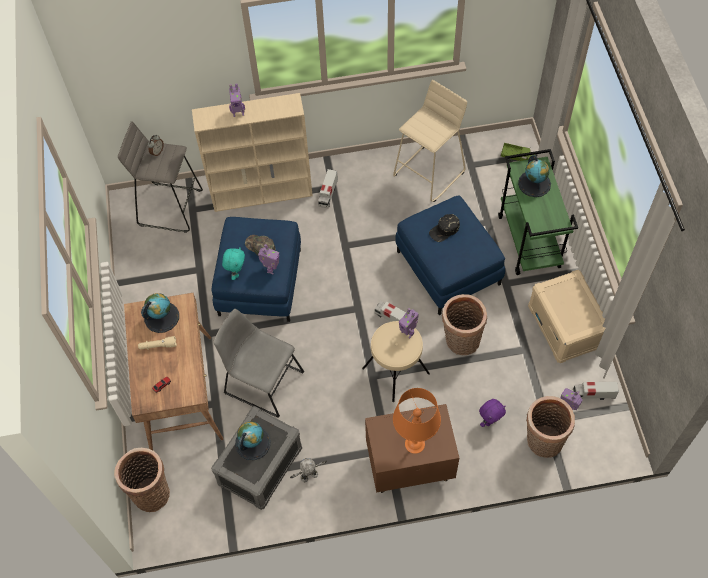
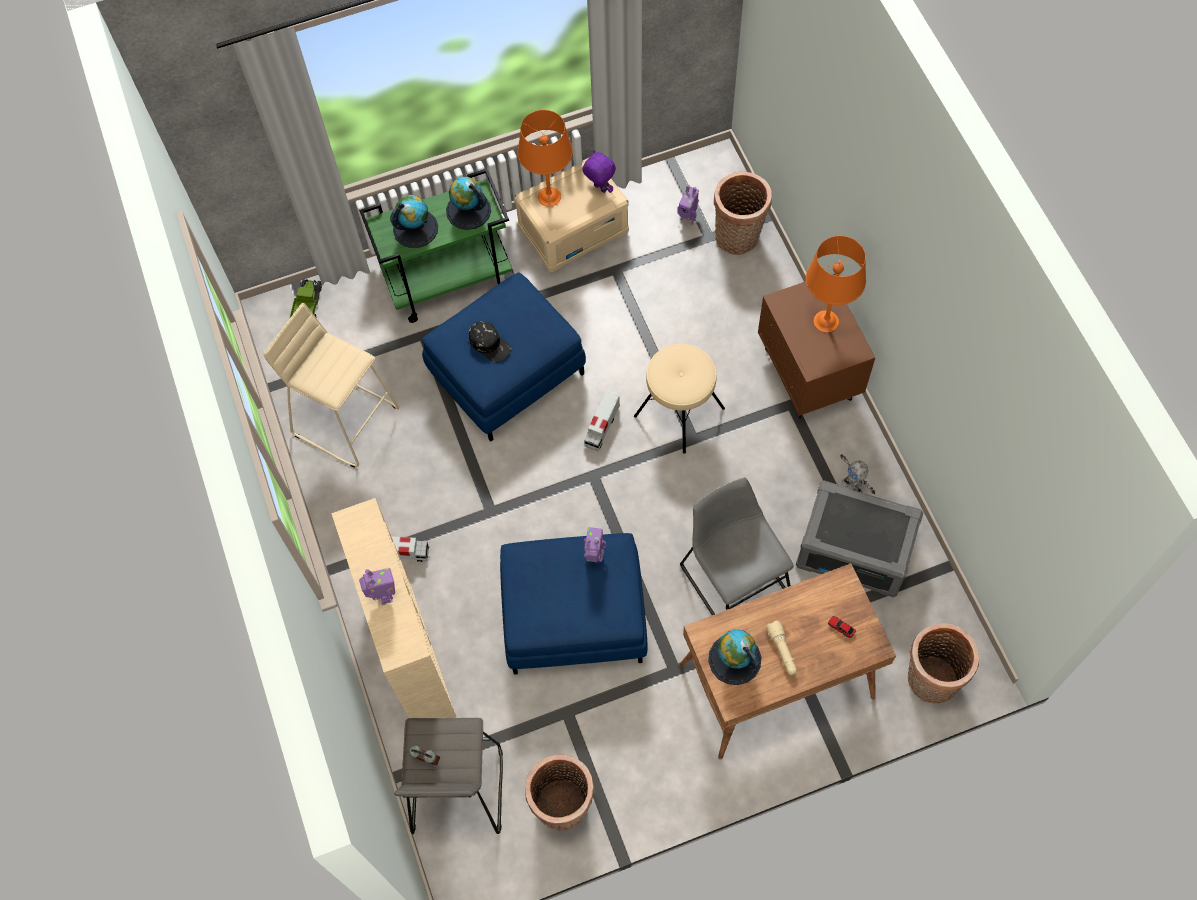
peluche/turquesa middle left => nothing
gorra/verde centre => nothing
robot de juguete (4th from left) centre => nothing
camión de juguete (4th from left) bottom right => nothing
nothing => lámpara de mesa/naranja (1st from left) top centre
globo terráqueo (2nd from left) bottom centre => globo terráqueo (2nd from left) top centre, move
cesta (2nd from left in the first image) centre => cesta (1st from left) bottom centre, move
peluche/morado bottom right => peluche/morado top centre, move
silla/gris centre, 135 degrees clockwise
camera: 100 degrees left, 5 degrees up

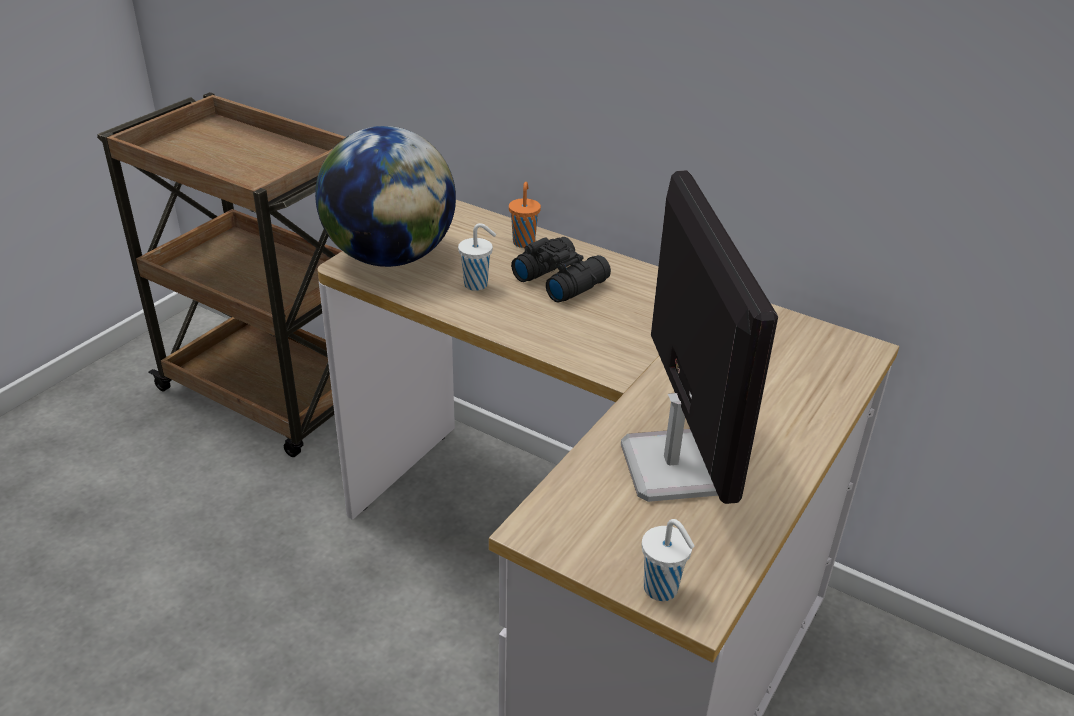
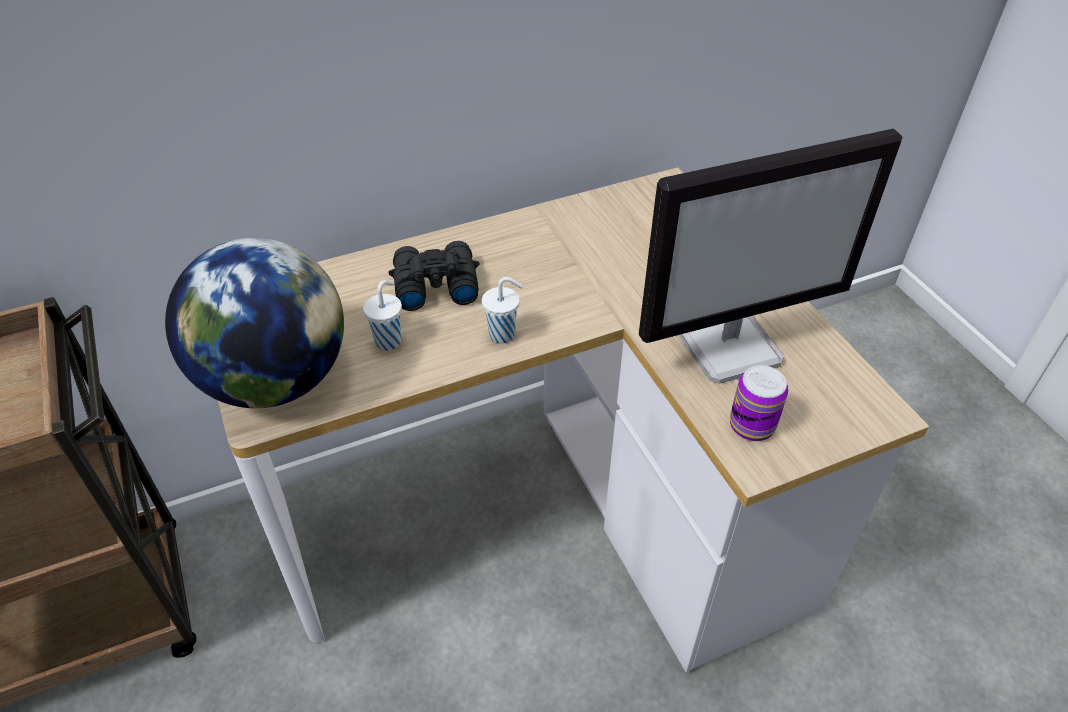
taza/naranja top centre => nothing
nothing => lata middle right
taza/blanco (2nd from left) bottom centre => taza/blanco (2nd from left) centre, move
monitor centre => monitor middle right, 135 degrees clockwise
camera: 55 degrees left, 10 degrees up

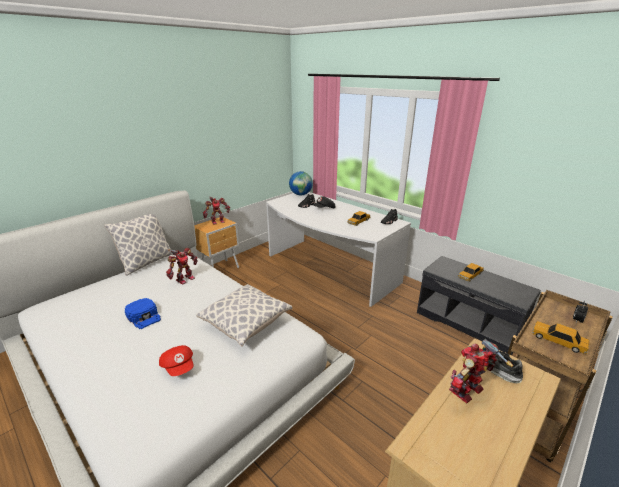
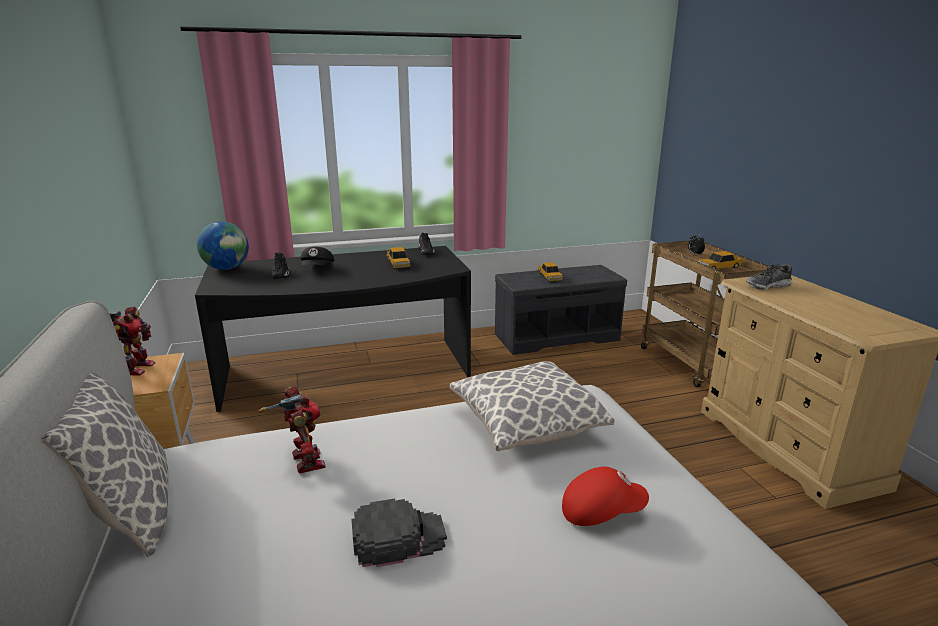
robot de juguete (3rd from left) bottom right => nothing
gorra/azul middle left => gorra/negro (2nd from left) bottom centre
escritorio/blanco centre => escritorio/negro centre
camera: 60 degrees left, 5 degrees down

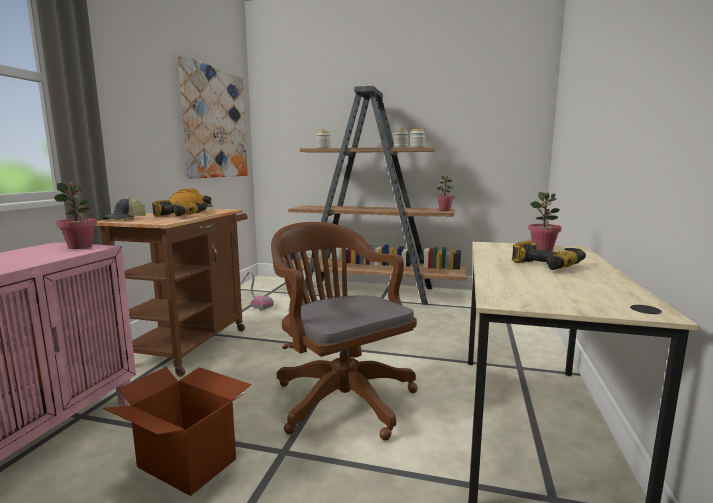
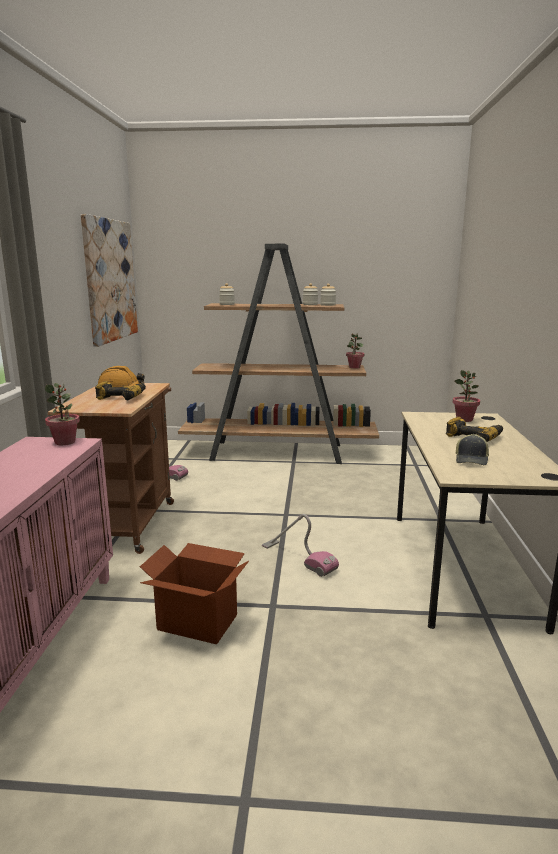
gorra middle left => gorra middle right, move
silla de oficina/marrón centre => aspiradora (2nd from left) centre
camera: 10 degrees left, 5 degrees up

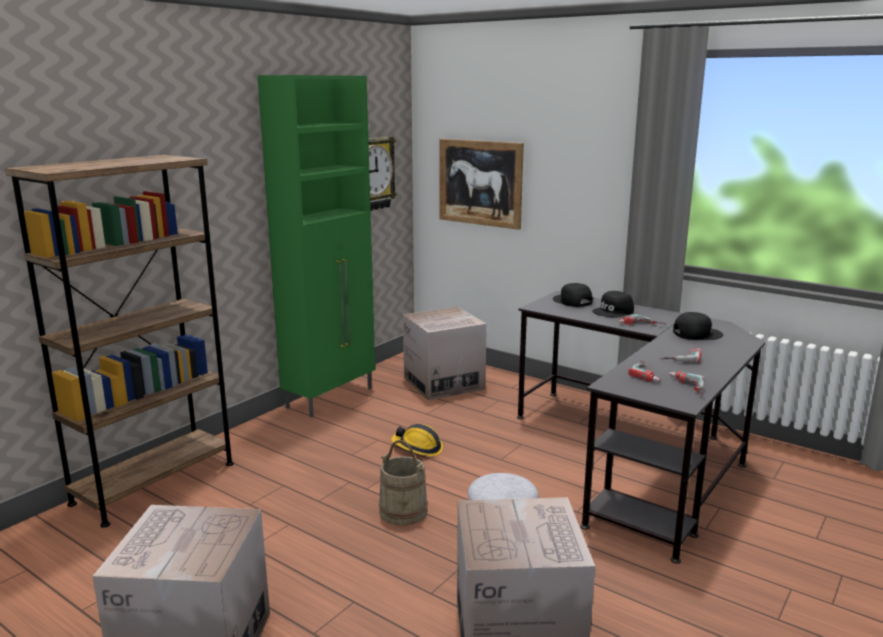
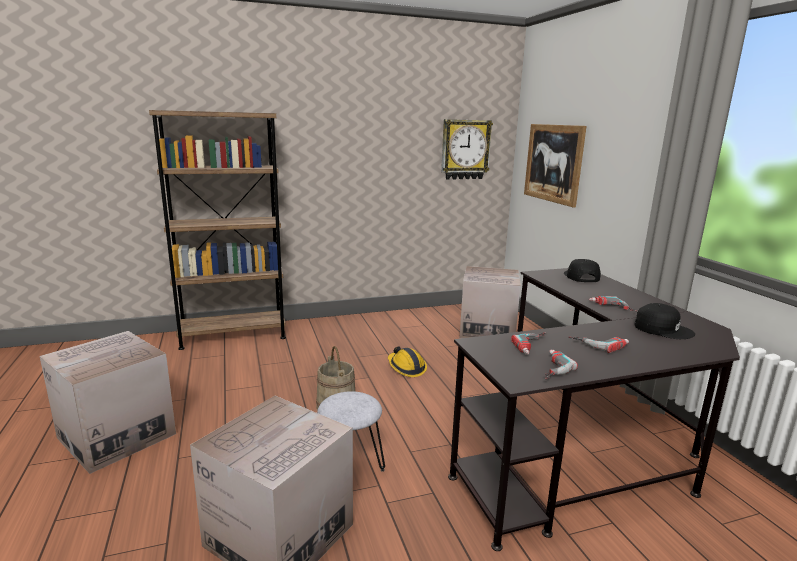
armario/verde centre => nothing
gorra/negro (2nd from left) middle right => nothing
camera: 35 degrees right, 0 degrees up

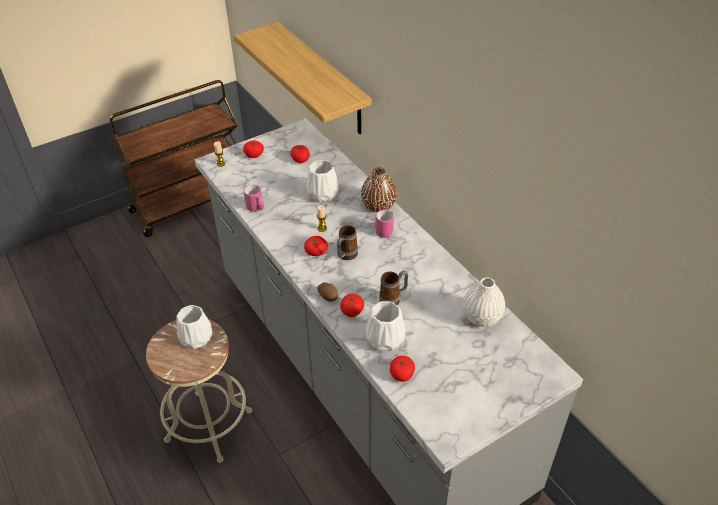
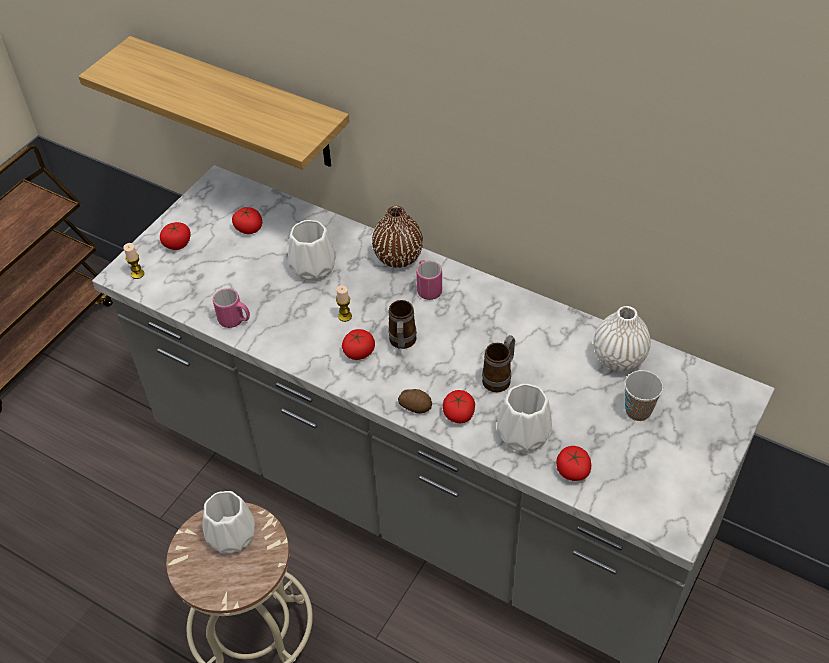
nothing => taza middle right
camera: 25 degrees left, 5 degrees up

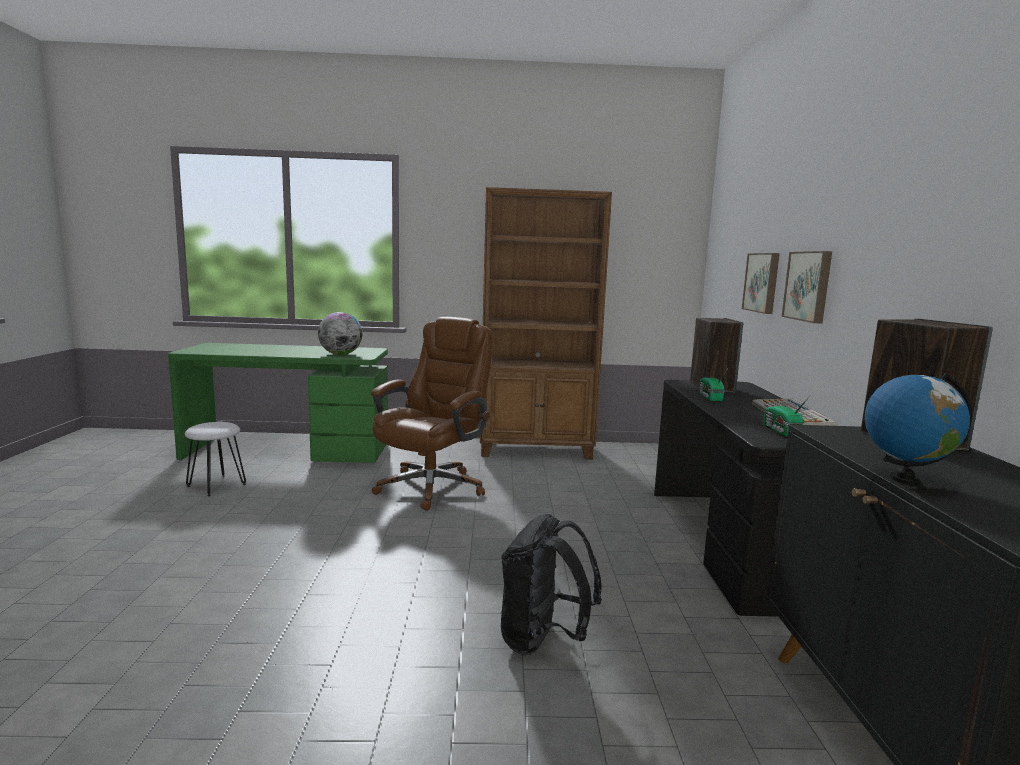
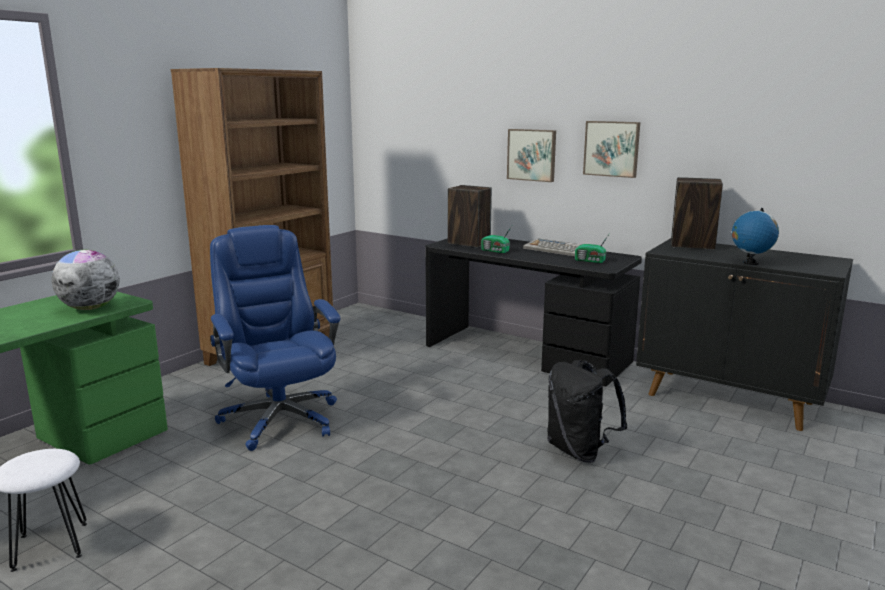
cuadro (1st from left in the first image) middle right => cuadro (2nd from left) top right, move
silla de oficina/marrón centre => silla de oficina/azul middle left
camera: 55 degrees left, 5 degrees up

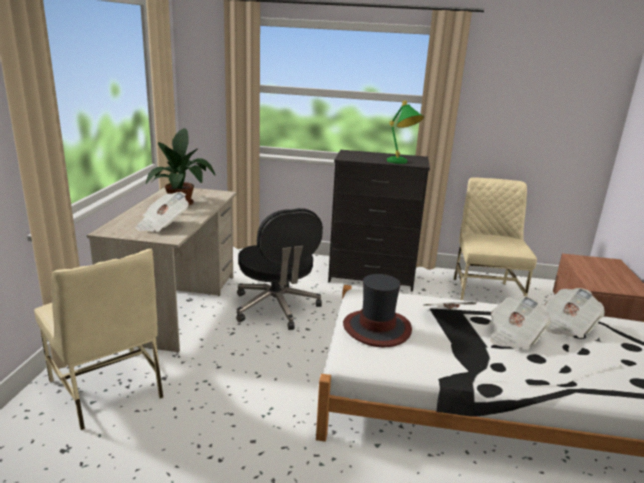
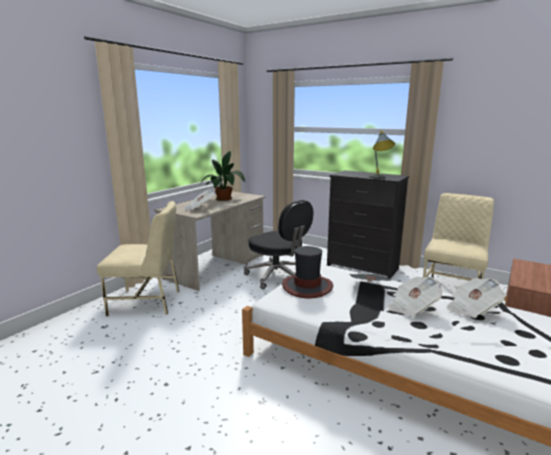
lámpara de mesa/verde top centre => lámpara de mesa/gris middle right
silla/beis (1st from left) bottom left => silla/beis (1st from left) middle left, 75 degrees counterclockwise
silla de oficina/negro centre, 45 degrees counterclockwise
camera: 25 degrees right, 5 degrees down

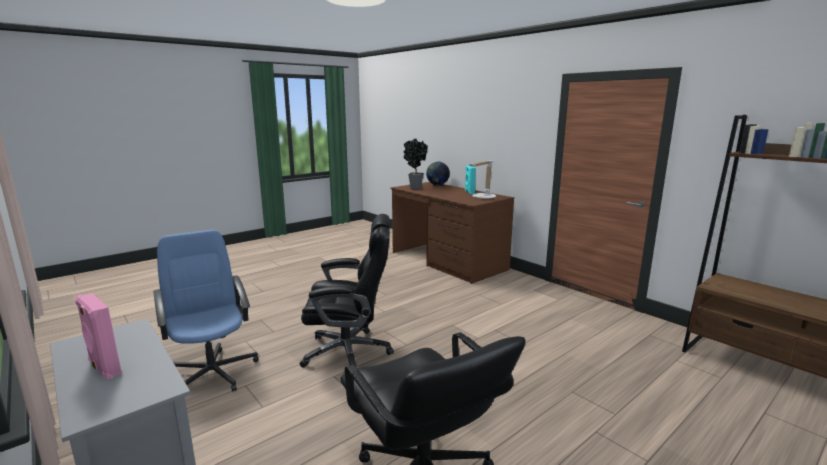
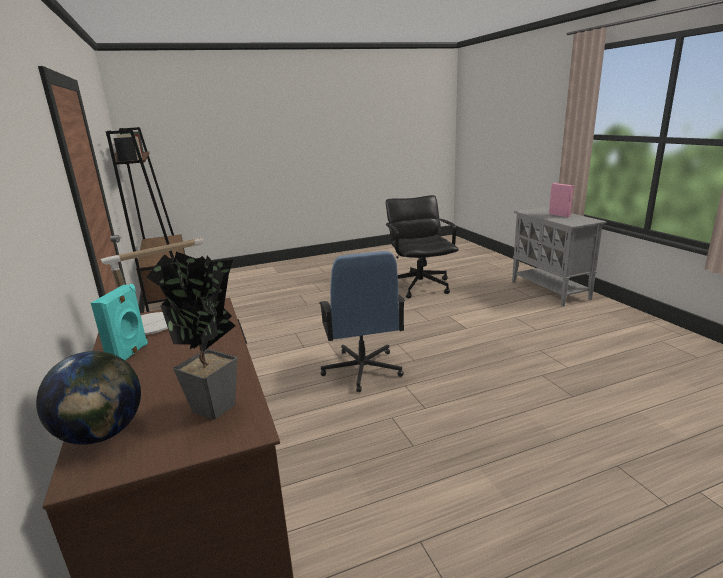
silla de oficina/negro (1st from left) centre => nothing
silla de oficina/azul bottom left => silla de oficina/azul centre, move
camera: 160 degrees left, 5 degrees up

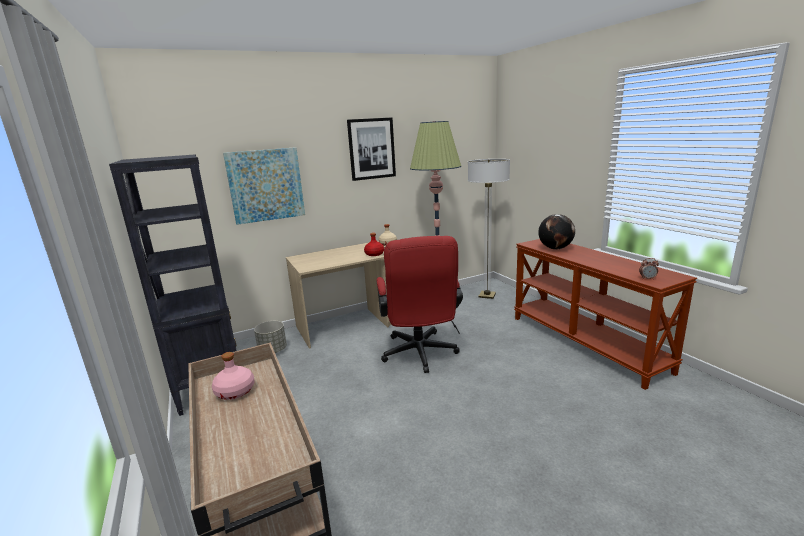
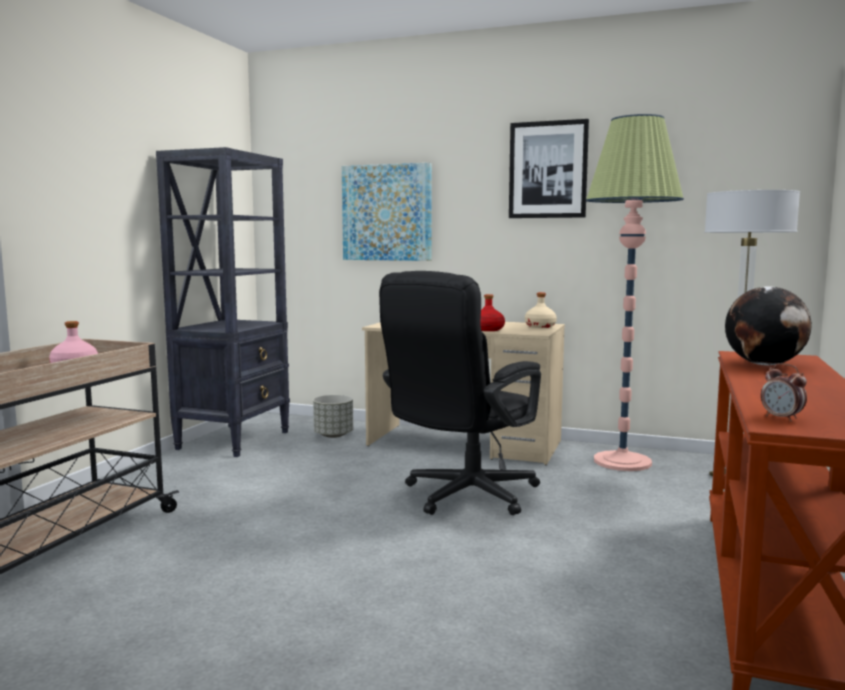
silla de oficina/rojo centre => silla de oficina/negro centre
camera: 45 degrees right, 10 degrees down

